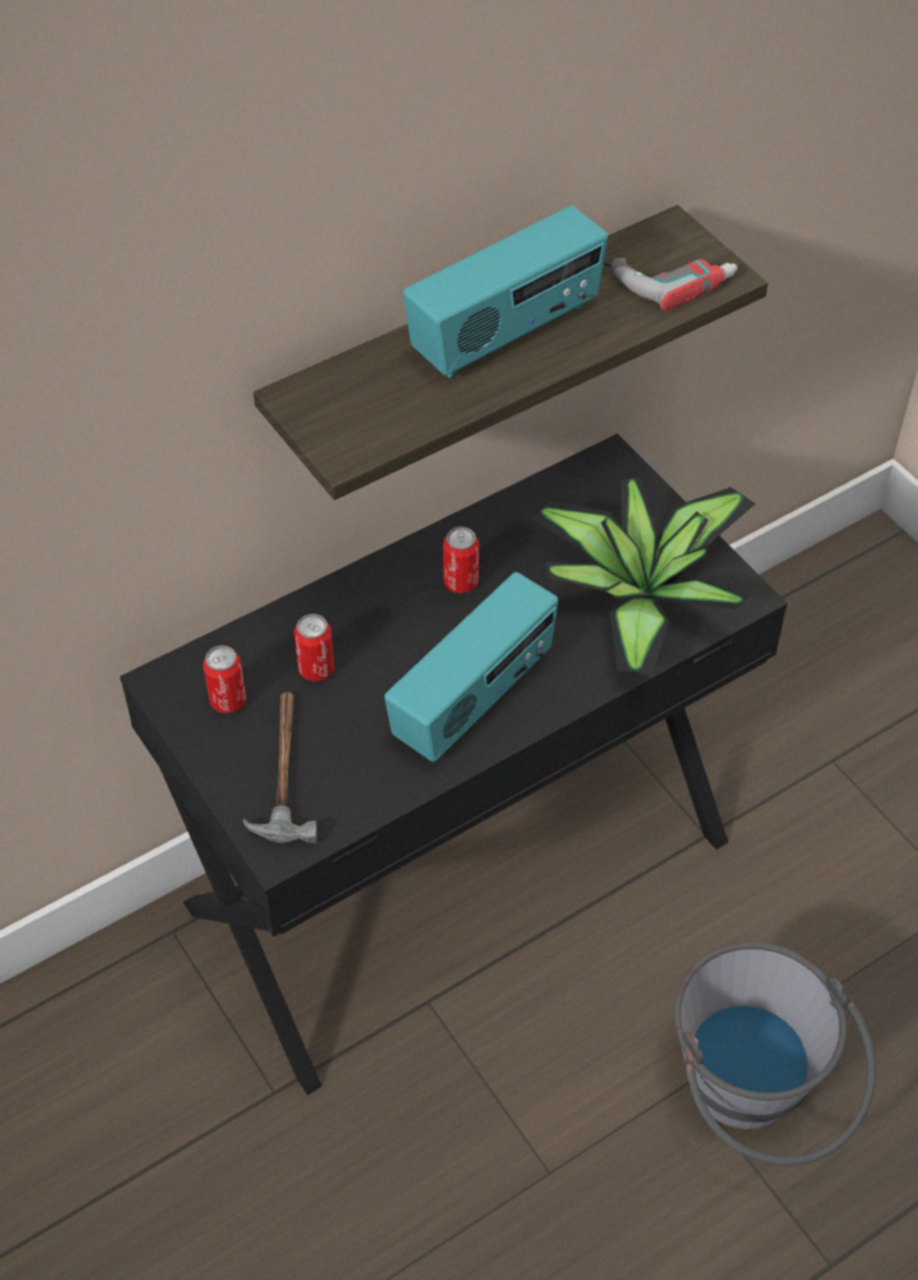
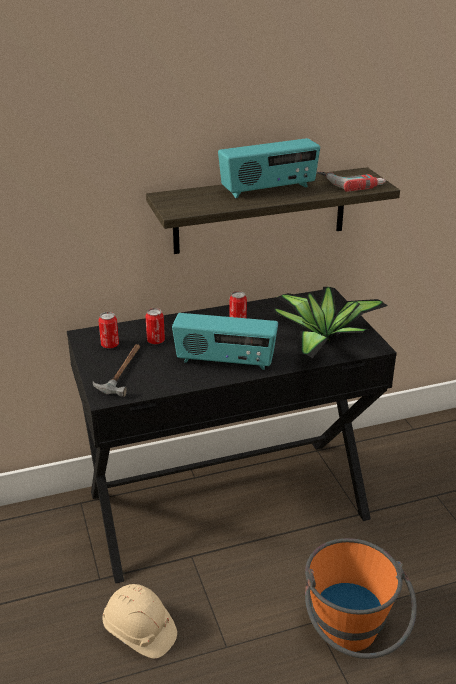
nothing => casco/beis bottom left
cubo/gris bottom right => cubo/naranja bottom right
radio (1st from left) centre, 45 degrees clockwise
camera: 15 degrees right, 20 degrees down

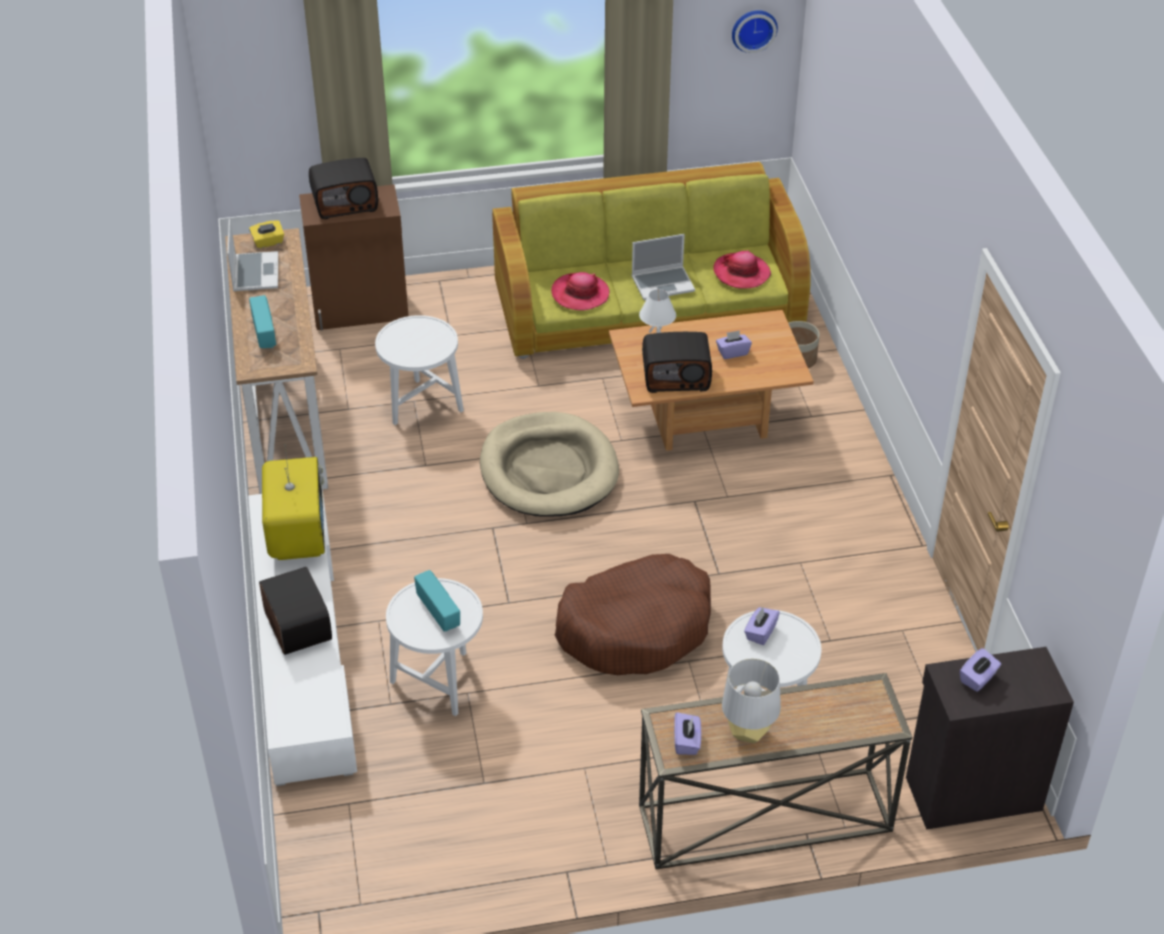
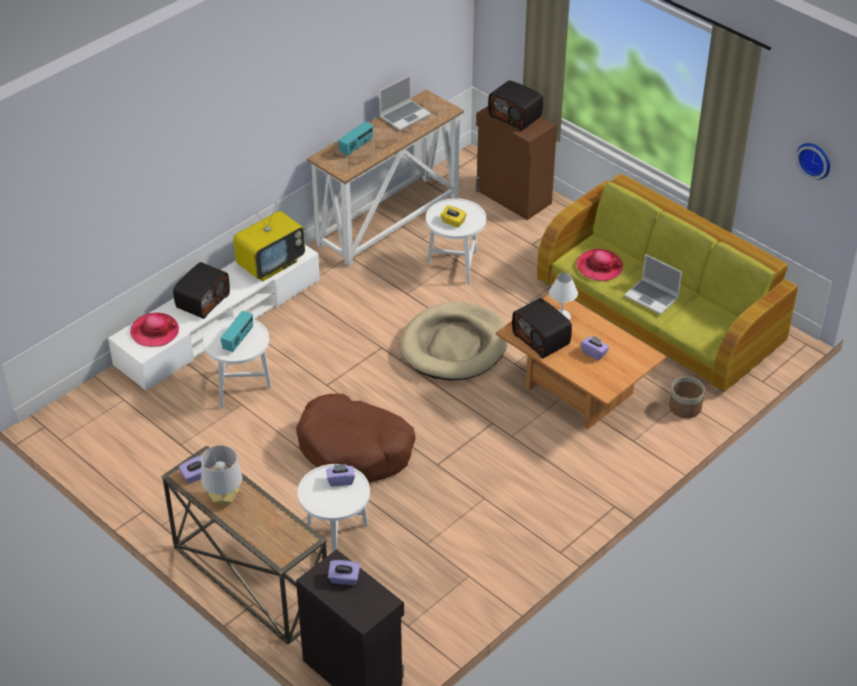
caja de pañuelos/amarillo top left => caja de pañuelos/amarillo top centre, move
sombrero (2nd from left in the first image) top centre => sombrero (1st from left) middle left, move
camera: 55 degrees right, 0 degrees up

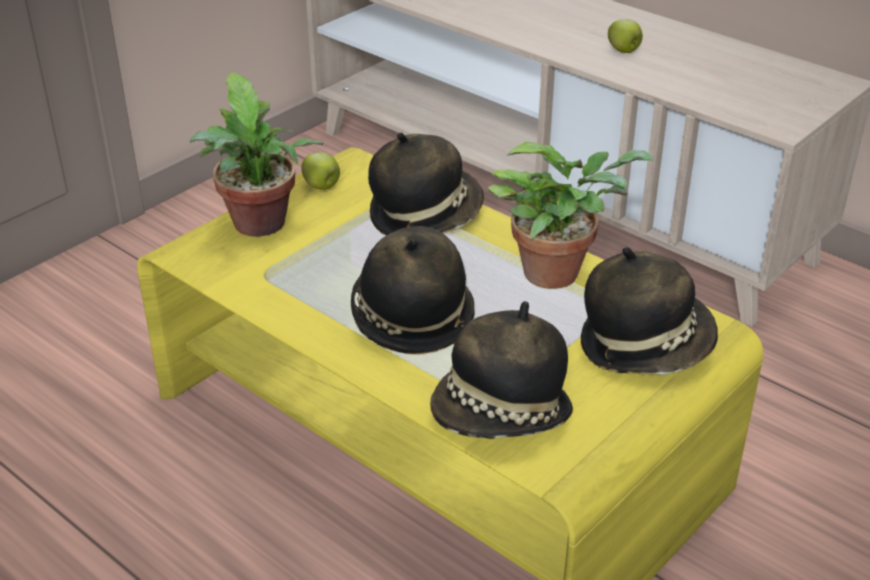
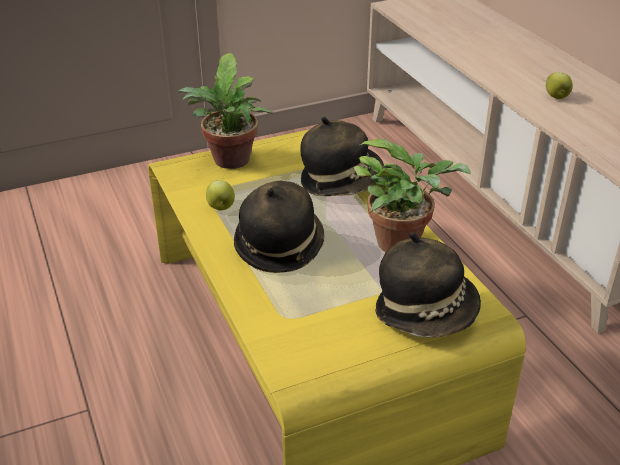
sombrero (3rd from left) centre => nothing
manzana (1st from left) top centre => manzana (1st from left) centre, move
camera: 25 degrees right, 0 degrees up

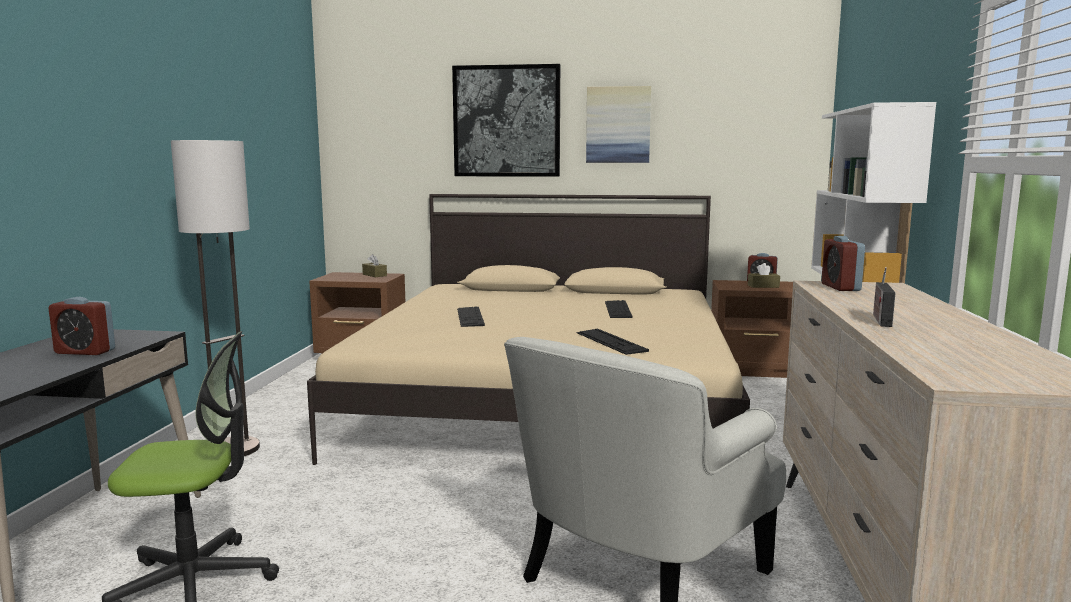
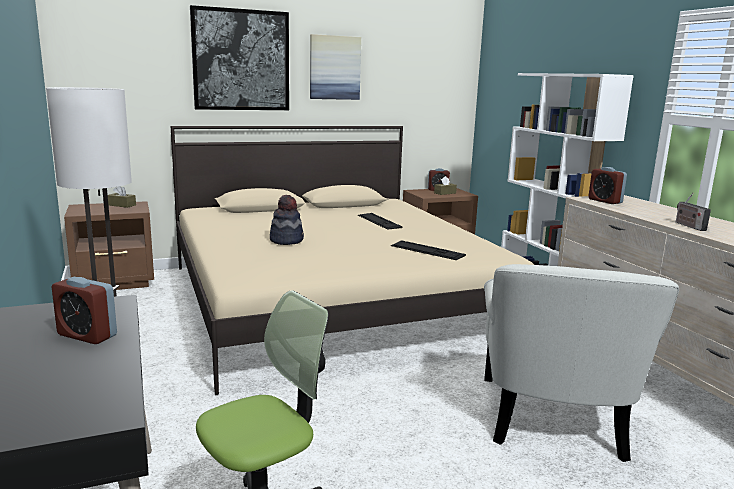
teclado (1st from left) centre => sombrero centre
despertador (1st from left) middle left, 45 degrees clockwise
camera: 30 degrees left, 5 degrees up

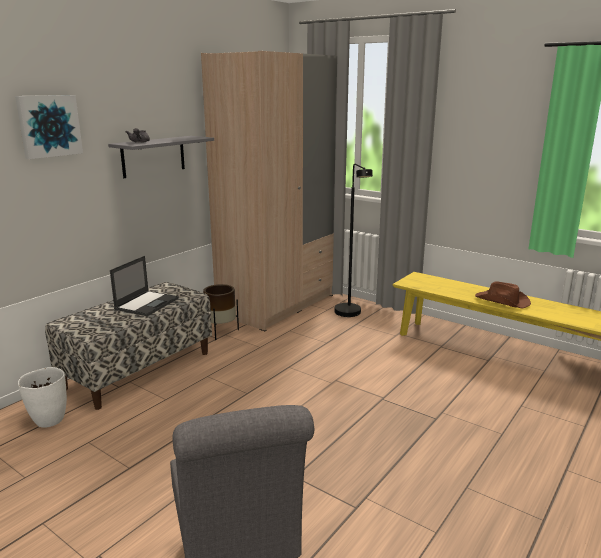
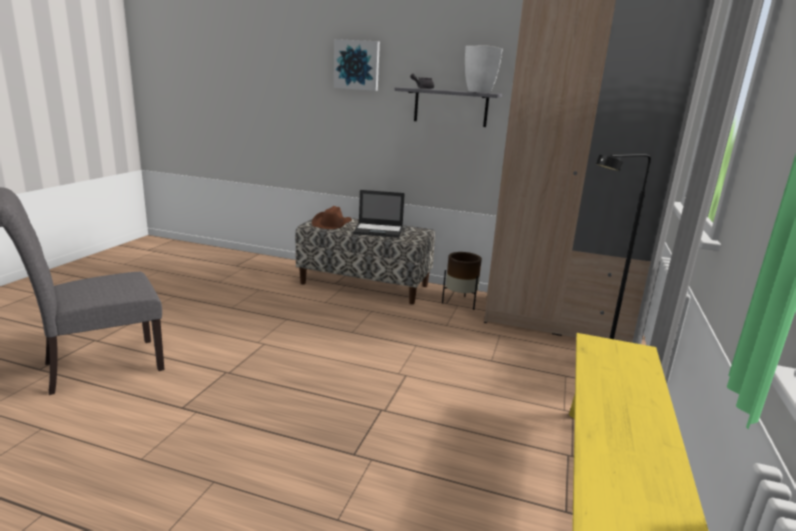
florero/blanco bottom left => florero/blanco top centre, move
sombrero/marrón middle right => sombrero/marrón centre, move
camera: 70 degrees right, 0 degrees up

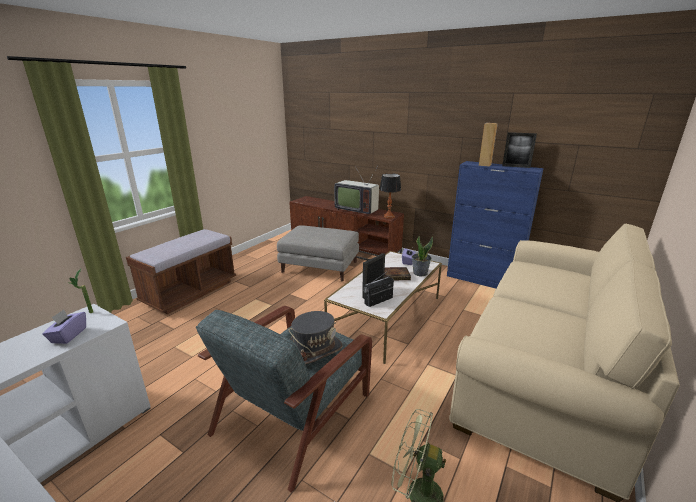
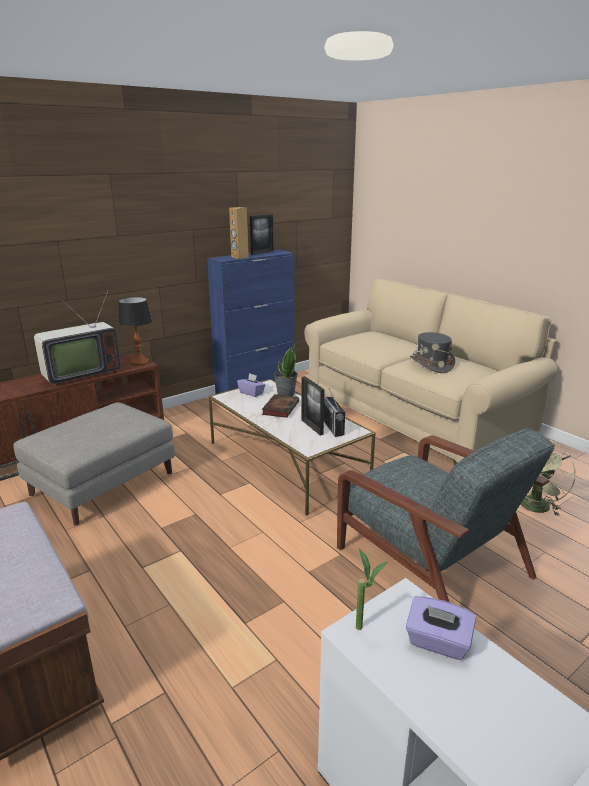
sombrero/gris bottom centre => sombrero/gris middle right, move
camera: 70 degrees left, 0 degrees up

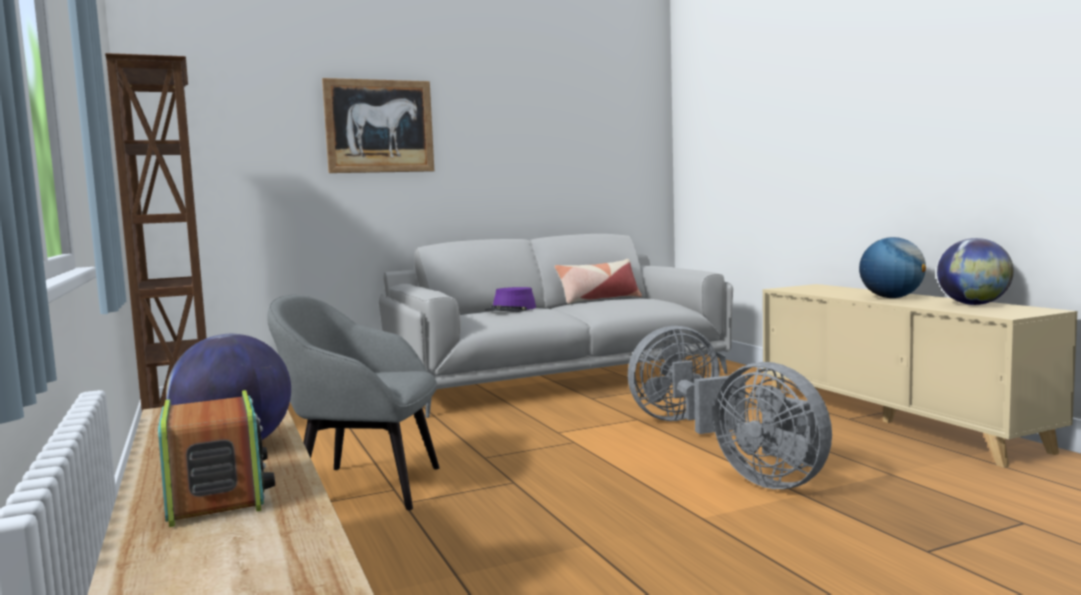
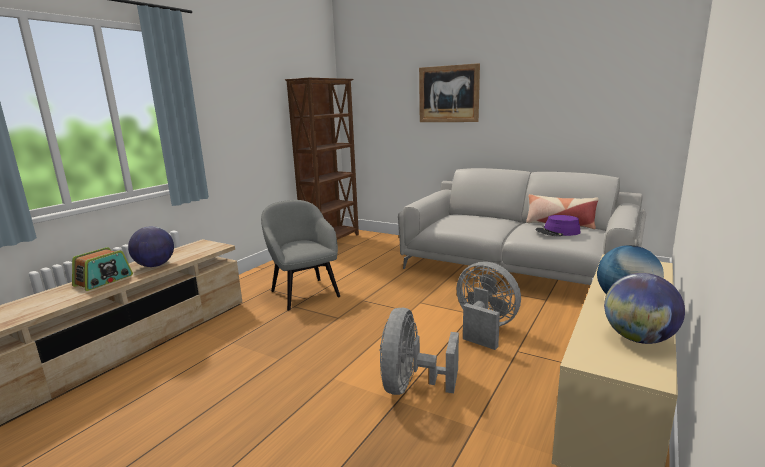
sombrero/morado centre => sombrero/morado middle right, move
camera: 55 degrees right, 10 degrees up

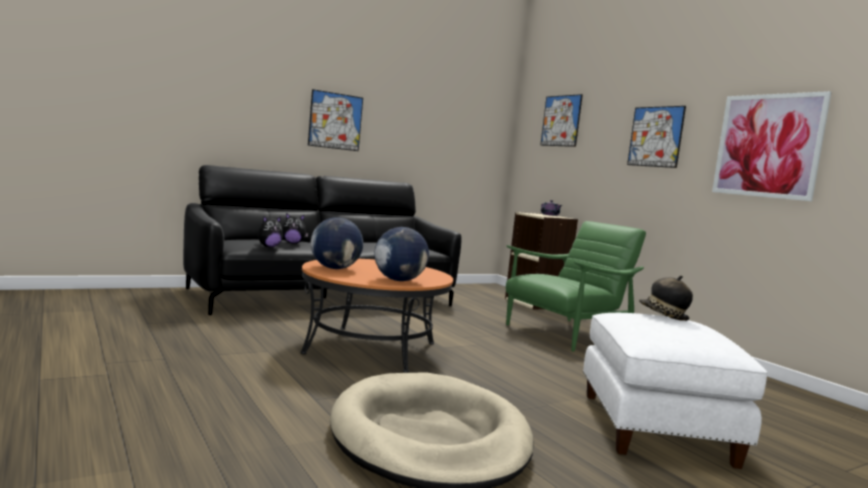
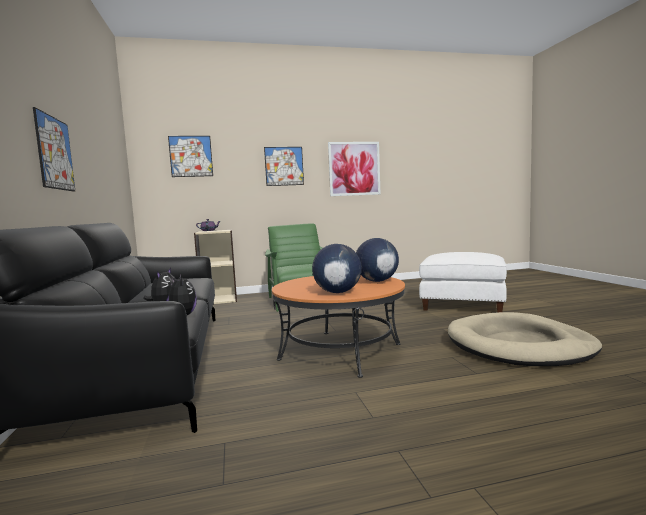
sombrero middle right => nothing
camera: 70 degrees left, 0 degrees up

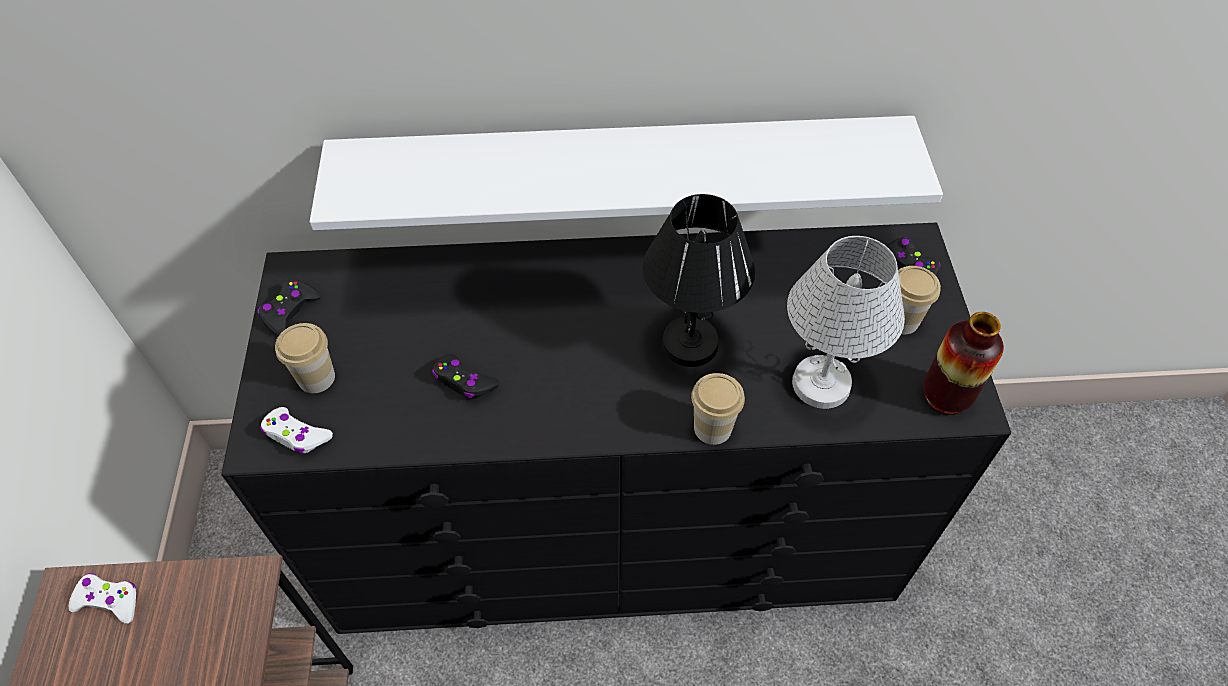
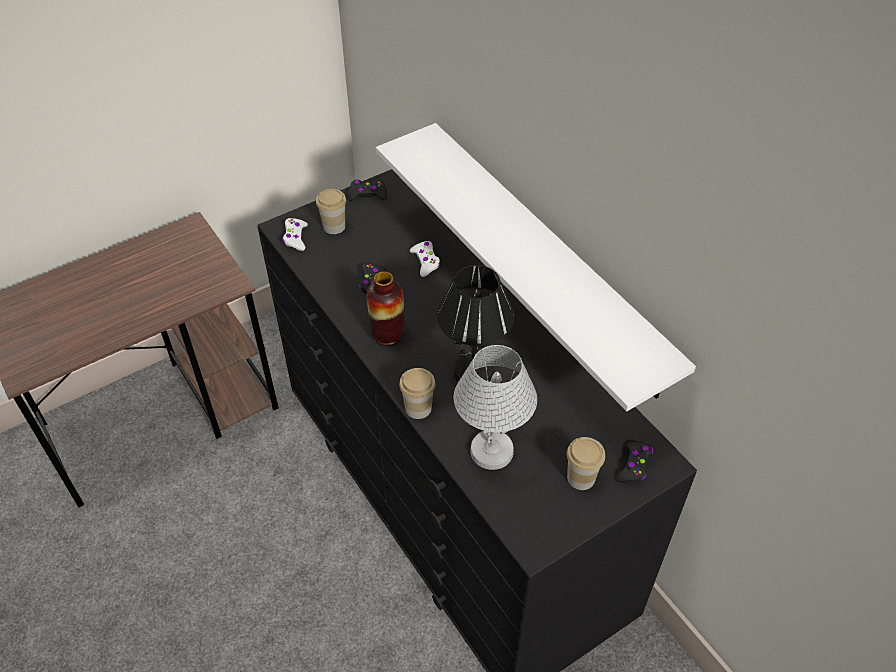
mando de consola/blanco (1st from left in the first image) bottom left => mando de consola/blanco (2nd from left) centre, move
florero middle right => florero centre, move
camera: 60 degrees right, 5 degrees down

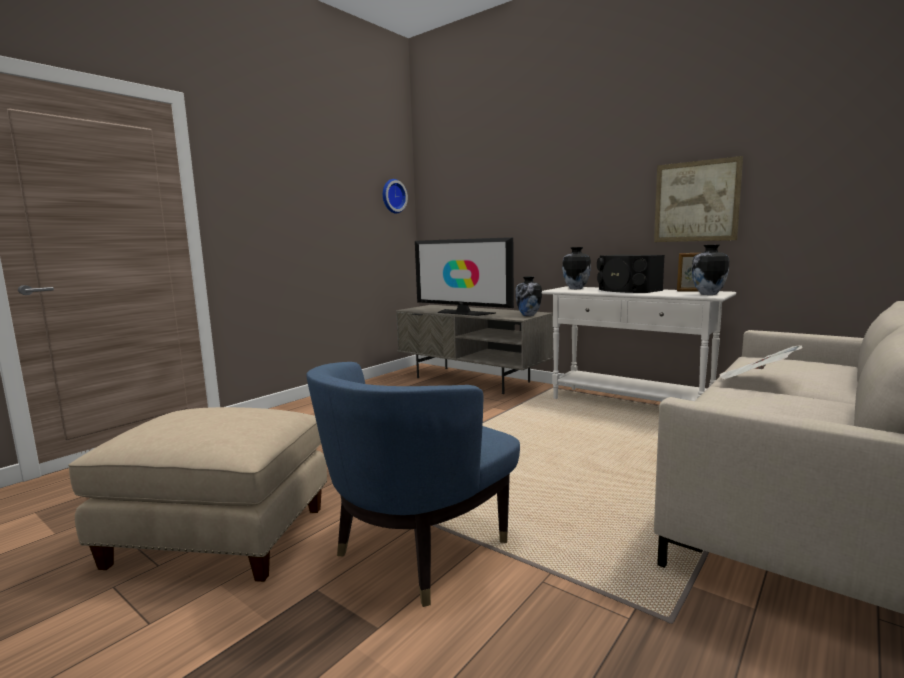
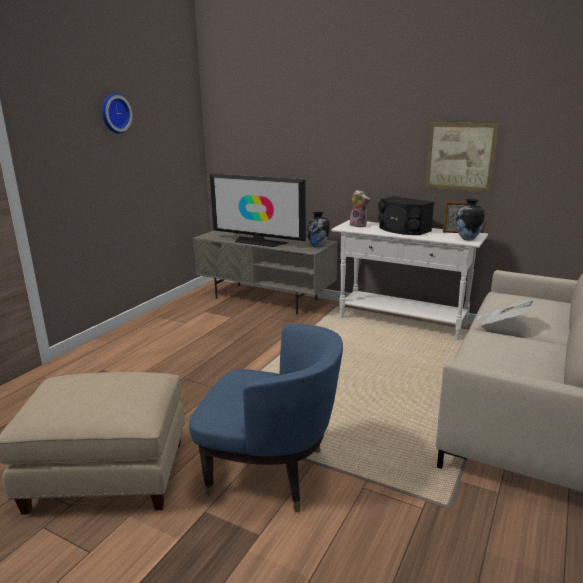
reloj de pared top centre => reloj de pared top left, move
florero (2nd from left) centre => peluche centre
sillón/azul bottom centre, 105 degrees counterclockwise
camera: 10 degrees left, 10 degrees up

